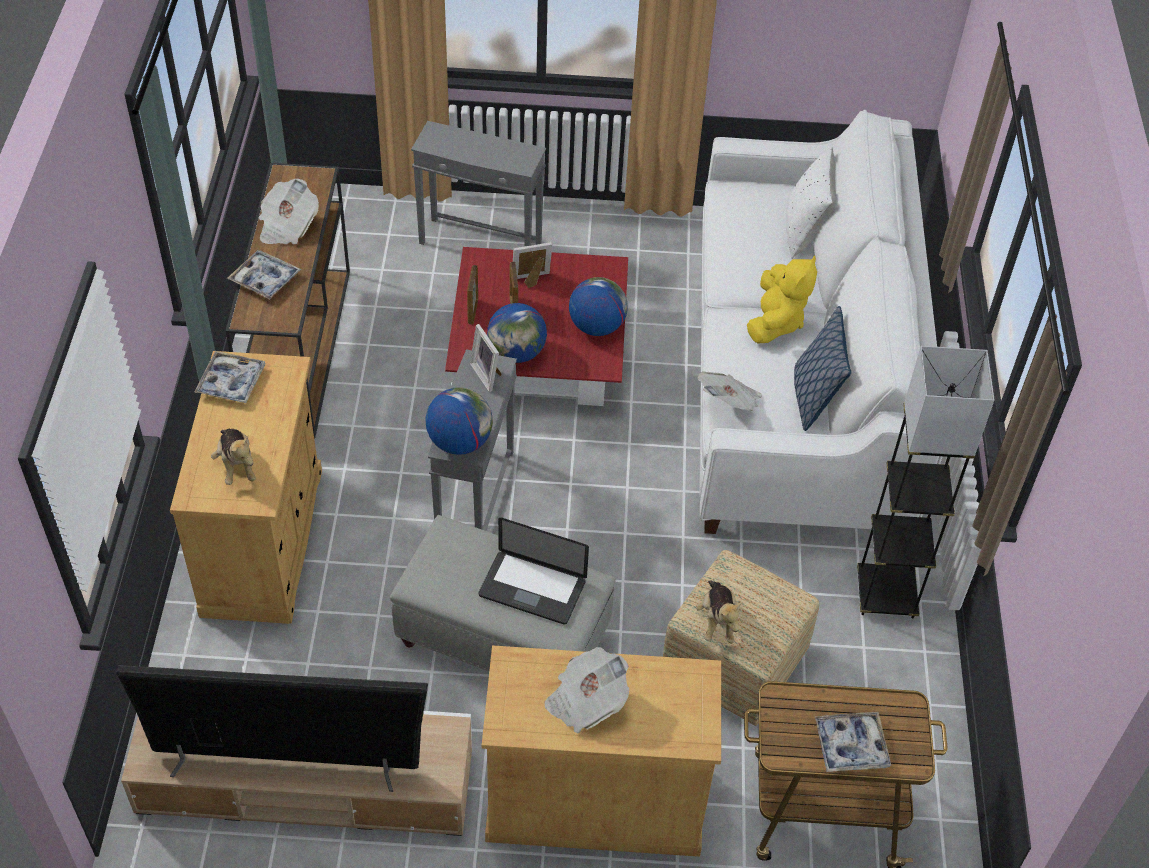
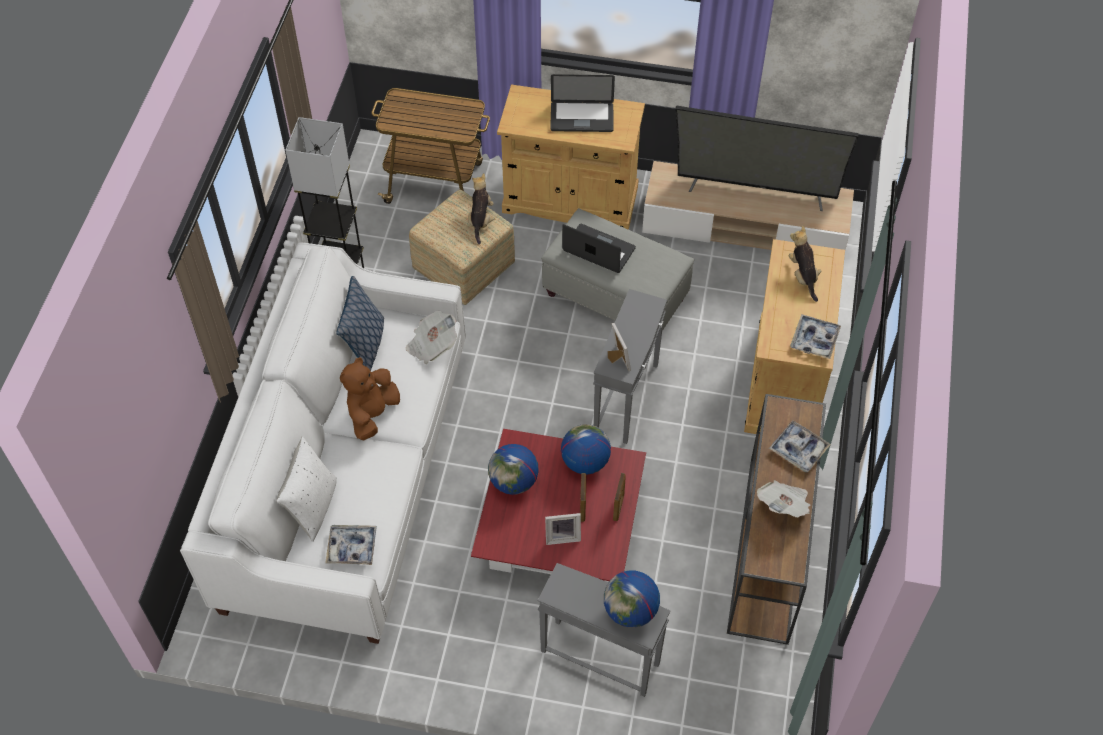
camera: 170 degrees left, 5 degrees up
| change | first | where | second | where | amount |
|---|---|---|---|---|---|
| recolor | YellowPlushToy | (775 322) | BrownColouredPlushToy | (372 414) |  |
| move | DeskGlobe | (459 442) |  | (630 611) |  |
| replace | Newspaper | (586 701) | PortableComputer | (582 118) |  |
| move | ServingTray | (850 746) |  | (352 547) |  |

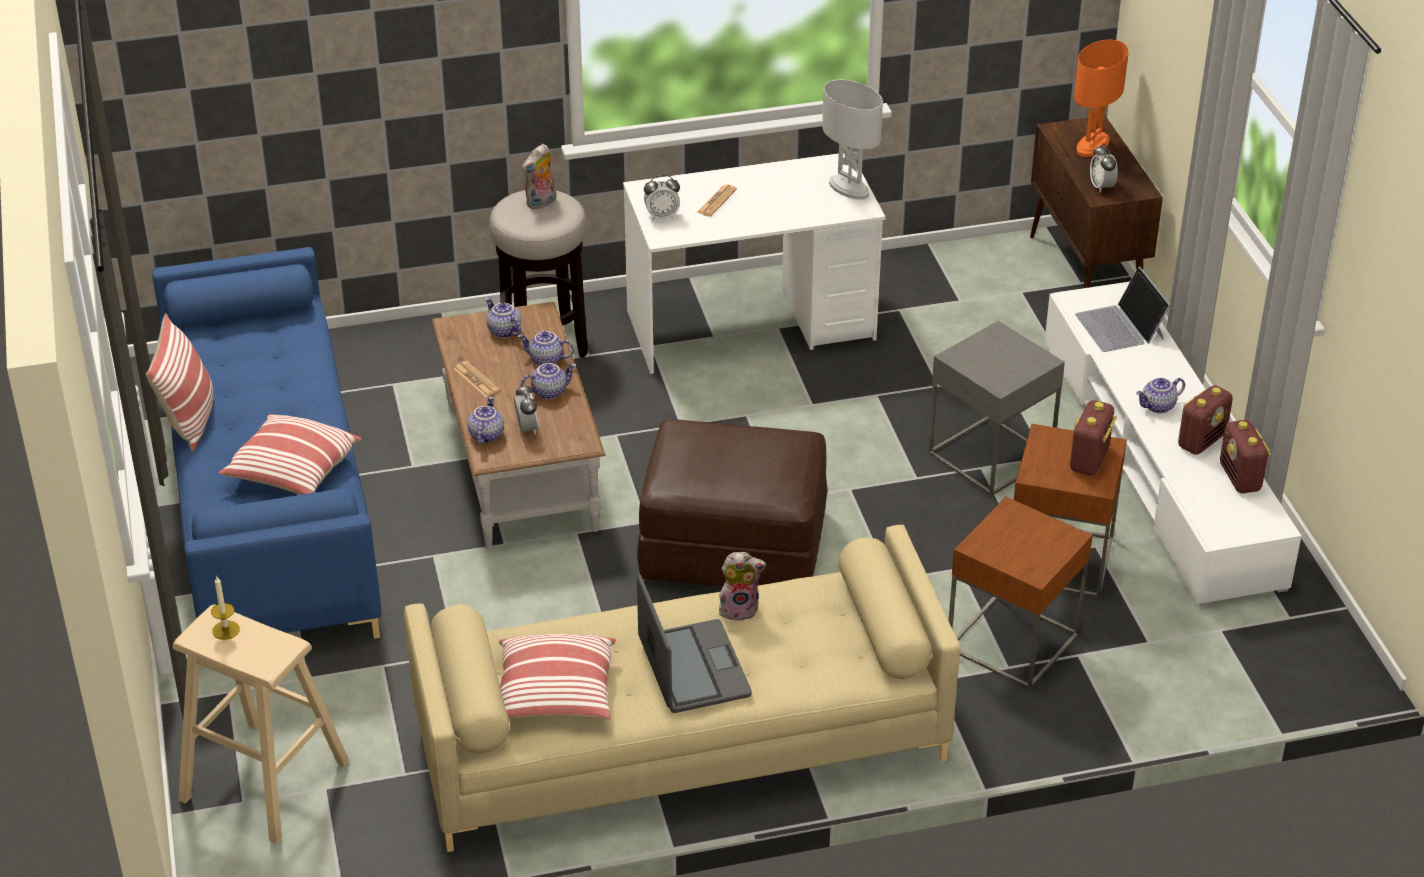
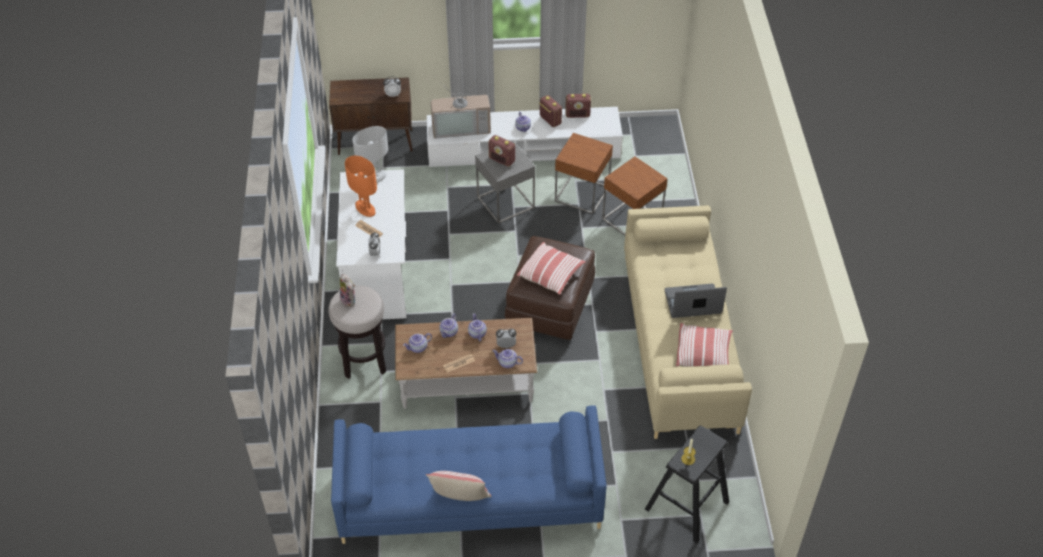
camera: 80 degrees left, 10 degrees up
| change | first | where | second | where | amount |
|---|---|---|---|---|---|
| move | OrangeTabletopLamp | (1093 146) |  | (365 209) |  |
| replace | PortableComputer | (1120 327) | TvSet | (461 127) |  |
| move | RadioSet | (1089 460) |  | (502 160) |  |
| move | Cushion | (292 472) |  | (551 274) |  |
| delete | PlushToy | (739 609) |  |  |  |
| recolor | BeigeStoolSeat | (265 781) | BlackStoolSeat | (687 505) |  |

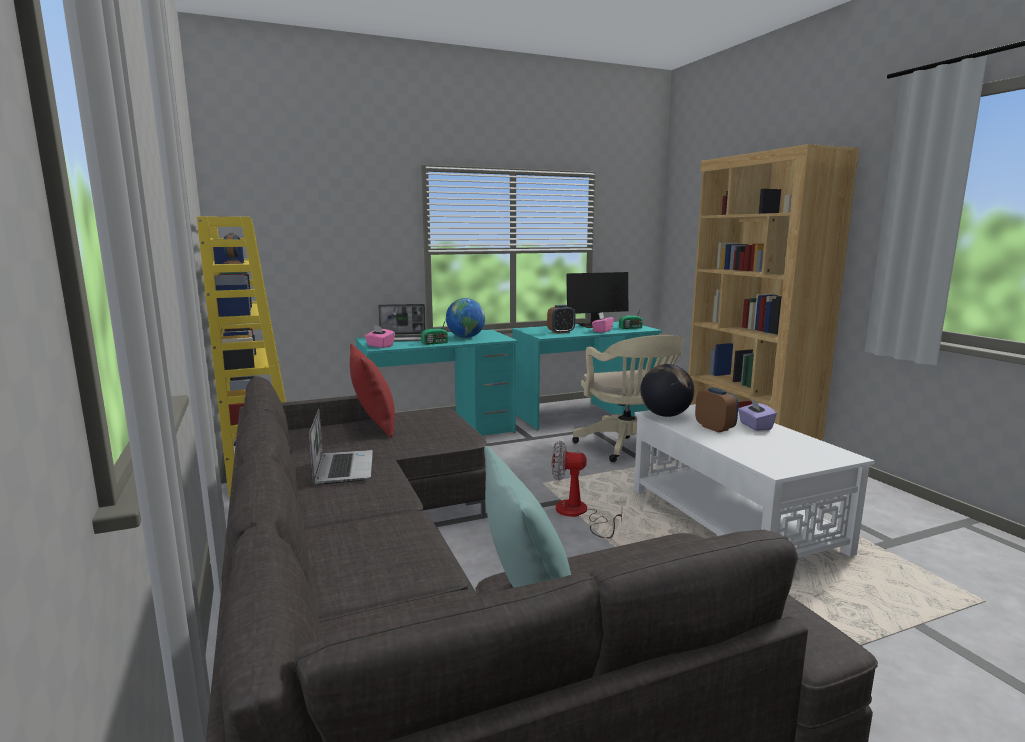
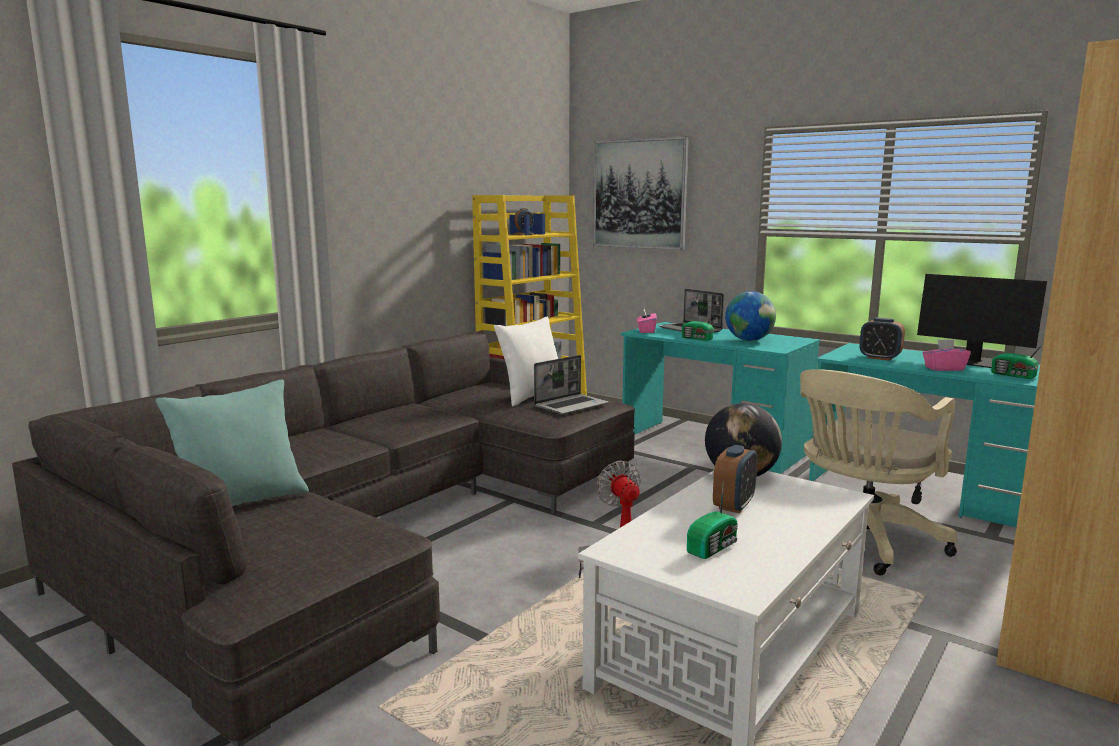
camera: 60 degrees right, 0 degrees up
| change | first | where | second | where | amount |
|---|---|---|---|---|---|
| recolor | RedColouredCushion | (374 426) | WhitishCushion | (532 396) |  |
| delete | PurplishBoxOfTissues | (755 426) |  |  |  |
| move | PortableComputer | (343 468) |  | (571 405) |  |
| insert |  |  | WallArt | (639 194) |  |
| insert |  |  | RadioSet | (714 547) |  |

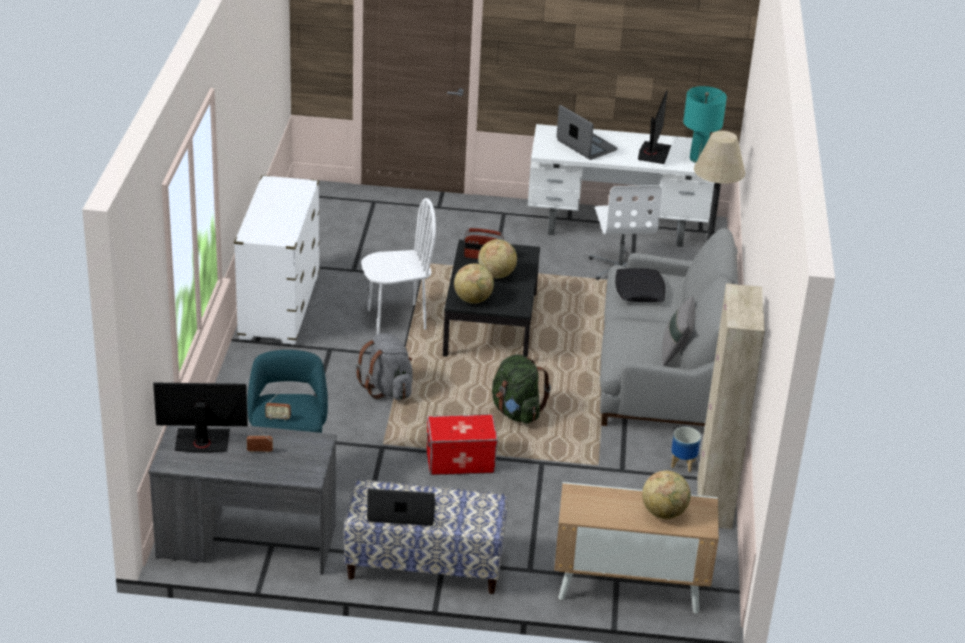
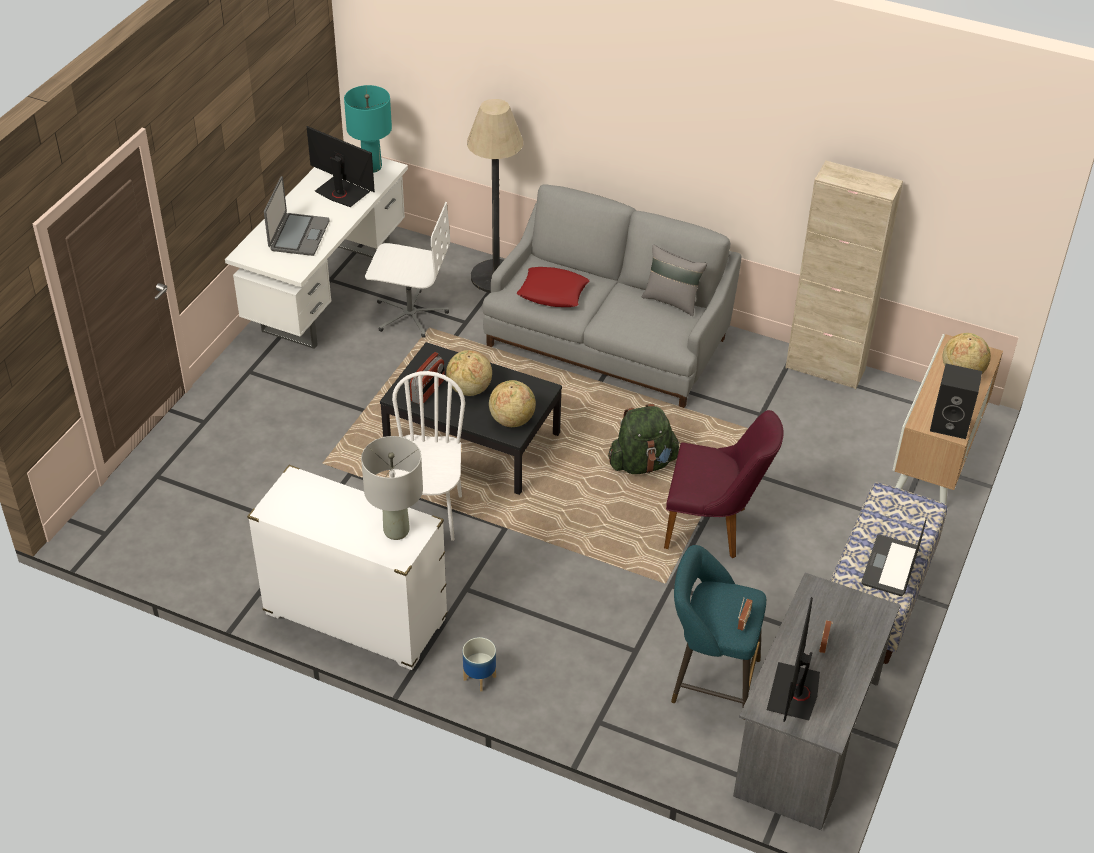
camera: 70 degrees left, 10 degrees up
| change | first | where | second | where | amount |
|---|---|---|---|---|---|
| rotate | PortableComputer | (586 146) |  | (298 235) | 120 degrees clockwise |
| recolor | BlackCushion | (639 291) | RedColouredCushion | (553 292) |  |
| delete | GreyishKnapsack | (388 389) |  |  |  |
| replace | StorageContainer | (460 461) | PurplishPlainChair | (714 528) |  |
| move | Planter | (682 464) |  | (480 678) |  |
| insert |  |  | BlackSpeaker | (951 424) |  |
| insert |  |  | GreyishTabletopLamp | (397 531) |  |

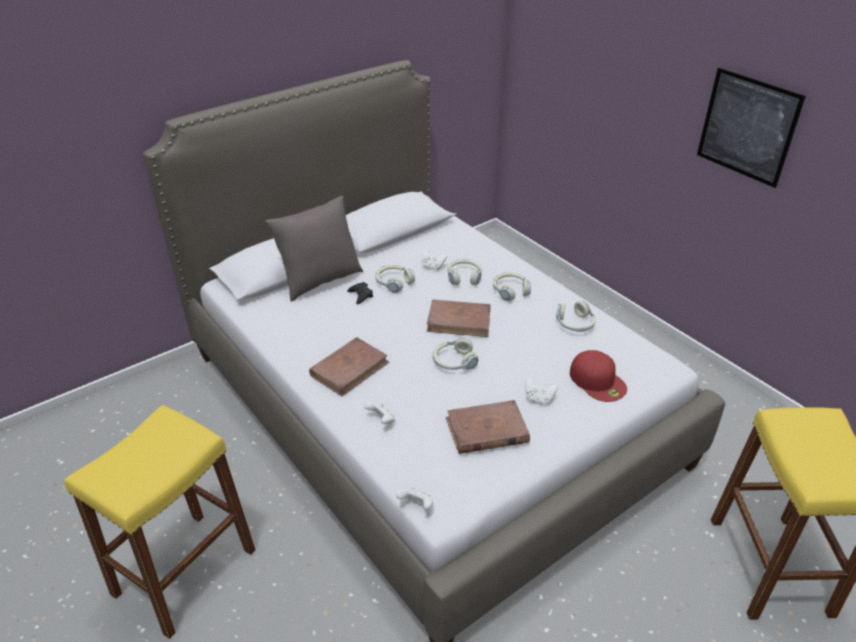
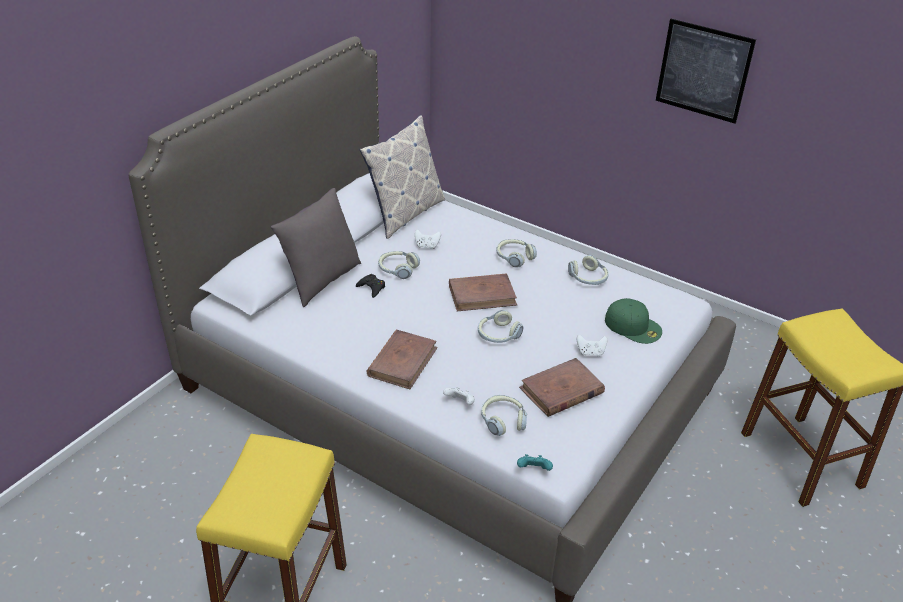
camera: 20 degrees left, 0 degrees up
| change | first | where | second | where | amount |
|---|---|---|---|---|---|
| move | Headset | (464 277) |  | (503 420) |  |
| recolor | RedColouredBaseballCap | (598 381) | GreenColouredBaseballCap | (633 326) |  |
| recolor | WhitishJoypad | (416 505) | TurquoiseColouredJoypad | (533 470) |  |
| insert |  |  | Cushion | (405 214) |  |

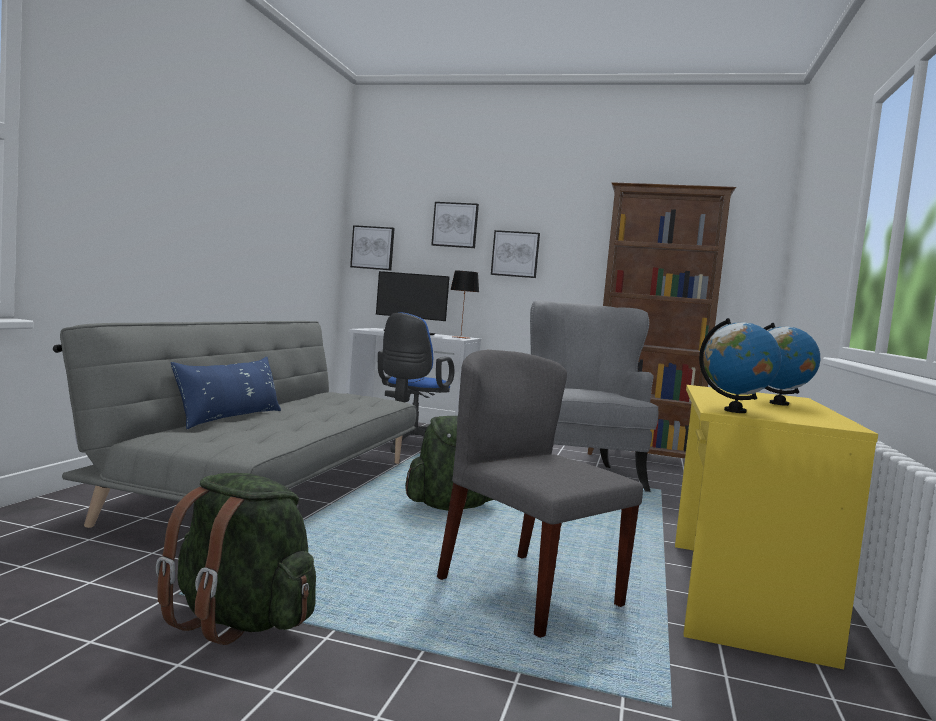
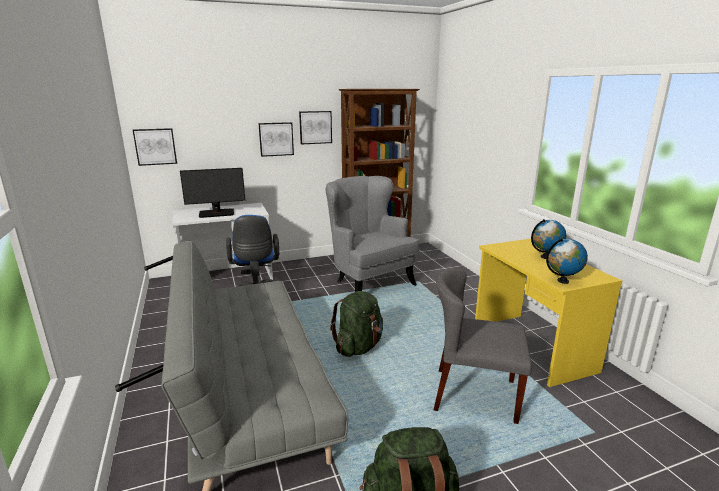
camera: 35 degrees left, 15 degrees up
| change | first | where | second | where | amount |
|---|---|---|---|---|---|
| move | WallArt | (455 225) |  | (315 127) |  |
| delete | TabletopLamp | (460 337) |  |  |  |
| delete | BluishCushion | (230 418) |  |  |  |

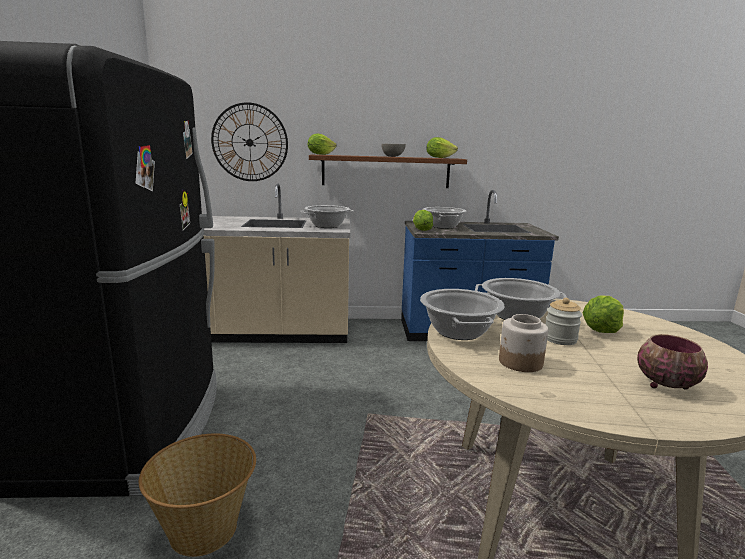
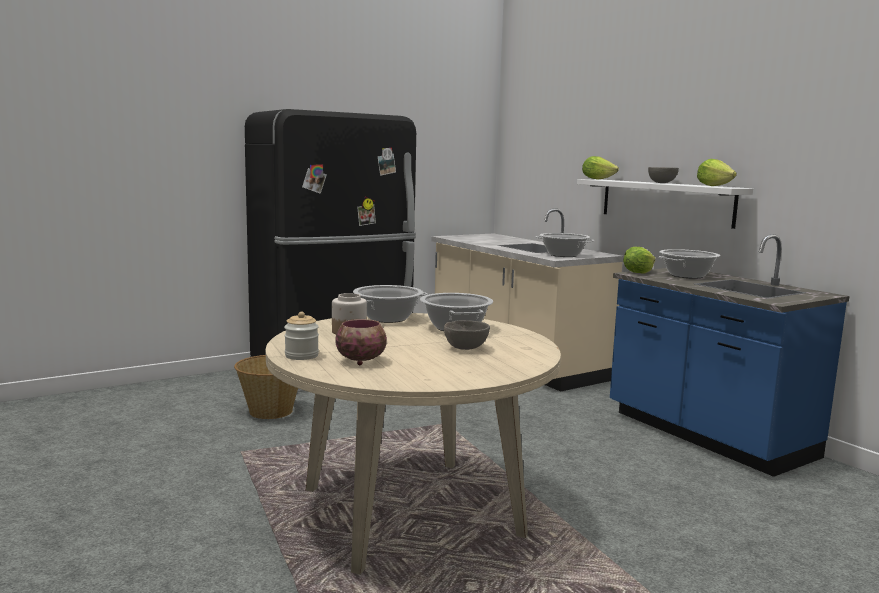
camera: 60 degrees right, 5 degrees down
| change | first | where | second | where | amount |
|---|---|---|---|---|---|
| delete | HangingClock | (250 142) |  |  |  |
| recolor | BrownColouredWallShelf | (386 171) | WhitishWallShelf | (665 202) |  |
| replace | LettuceHead | (601 330) | GreyishDeepDish | (465 348) |  |
| move | StorageJar | (560 339) |  | (301 356) |  |

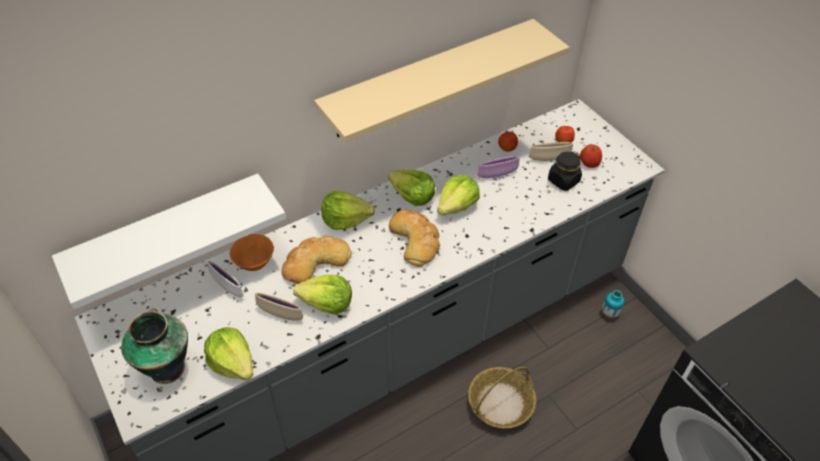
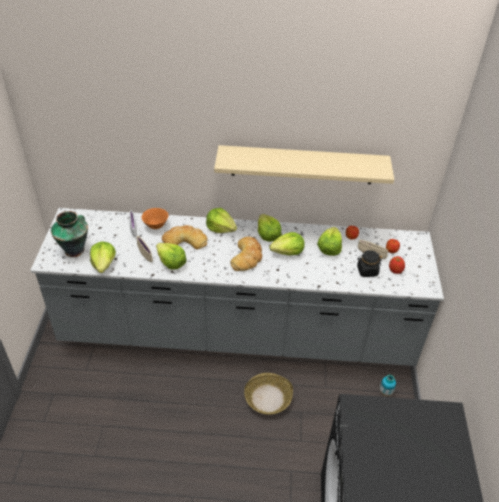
camera: 35 degrees right, 5 degrees down
| change | first | where | second | where | amount |
|---|---|---|---|---|---|
| replace | PurplishDeepDish | (497 175) | LettuceHead | (329 248) |  |
| delete | WhitishWallShelf | (167 231) |  |  |  |

